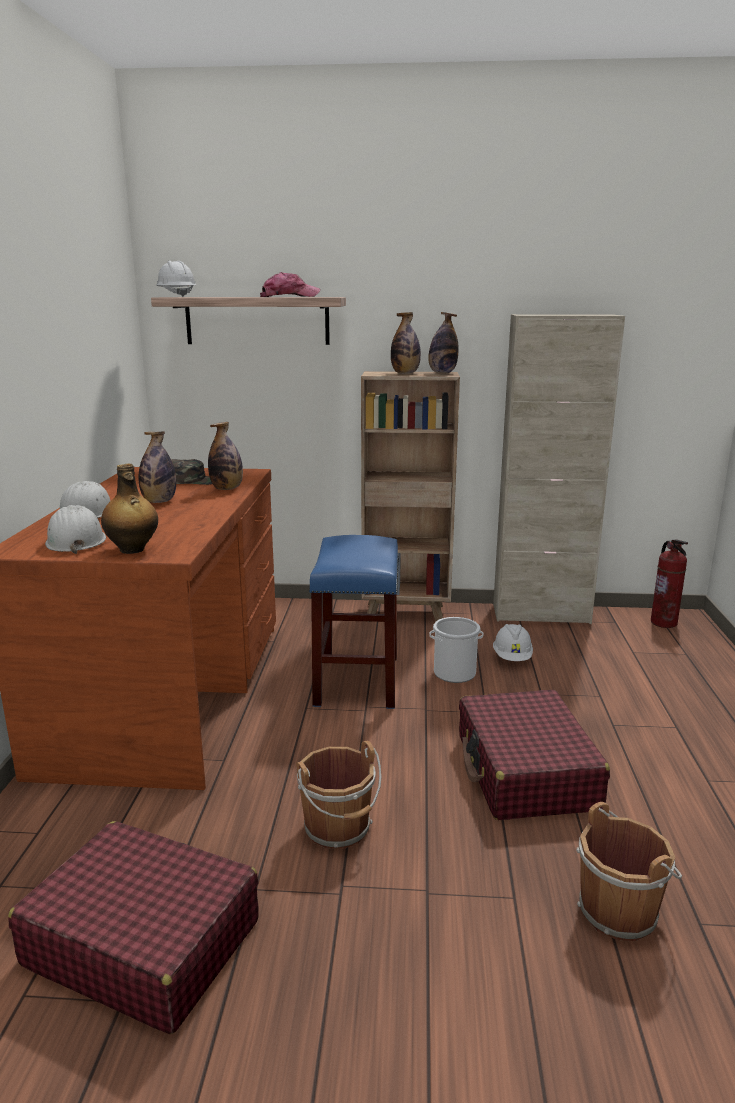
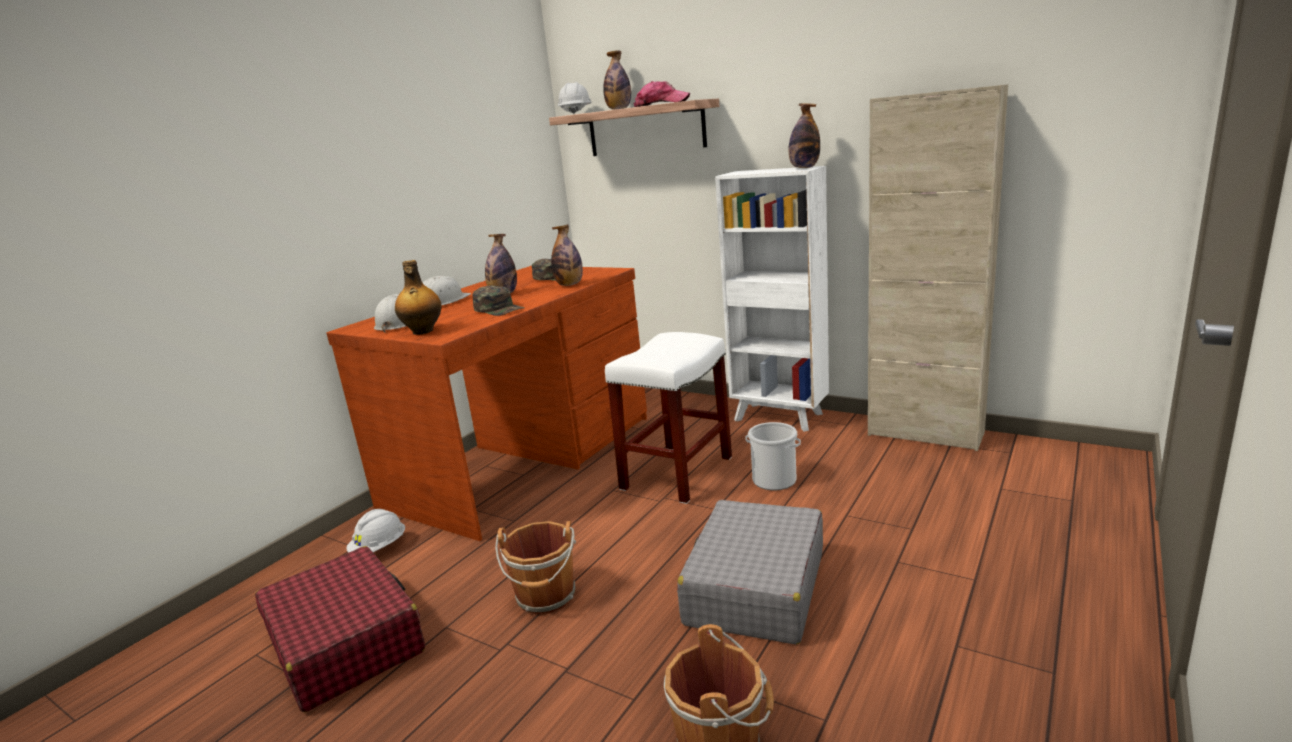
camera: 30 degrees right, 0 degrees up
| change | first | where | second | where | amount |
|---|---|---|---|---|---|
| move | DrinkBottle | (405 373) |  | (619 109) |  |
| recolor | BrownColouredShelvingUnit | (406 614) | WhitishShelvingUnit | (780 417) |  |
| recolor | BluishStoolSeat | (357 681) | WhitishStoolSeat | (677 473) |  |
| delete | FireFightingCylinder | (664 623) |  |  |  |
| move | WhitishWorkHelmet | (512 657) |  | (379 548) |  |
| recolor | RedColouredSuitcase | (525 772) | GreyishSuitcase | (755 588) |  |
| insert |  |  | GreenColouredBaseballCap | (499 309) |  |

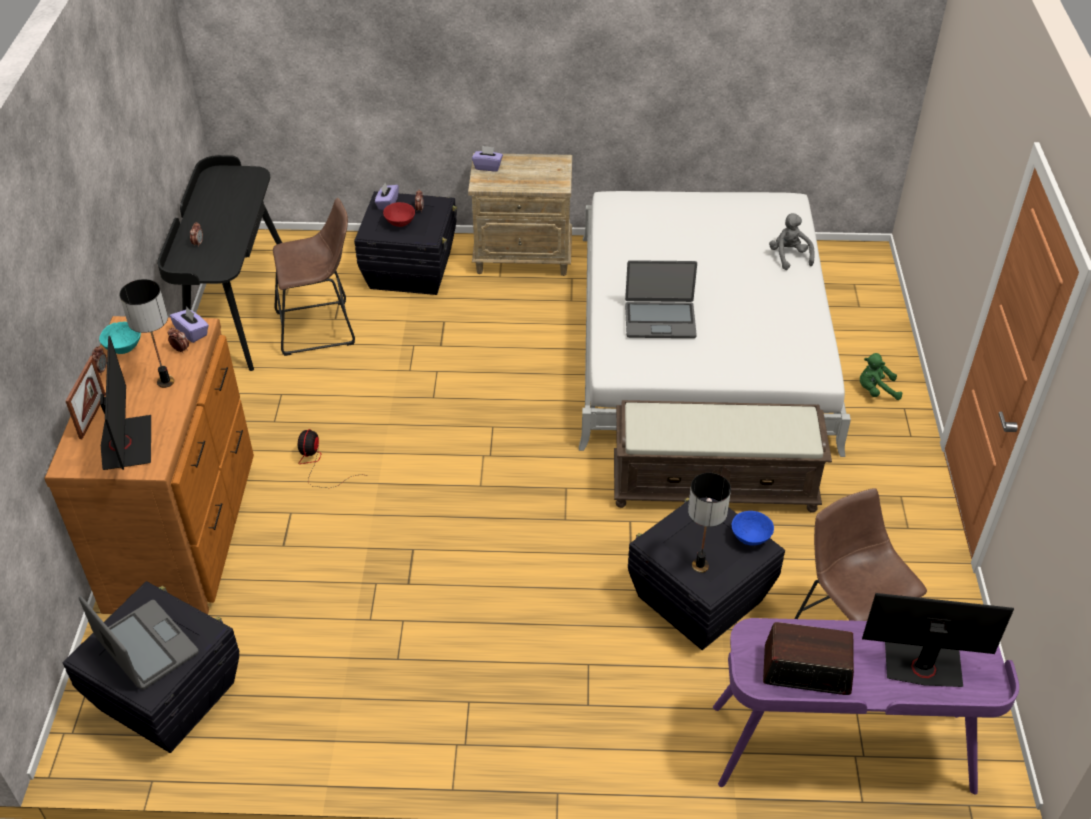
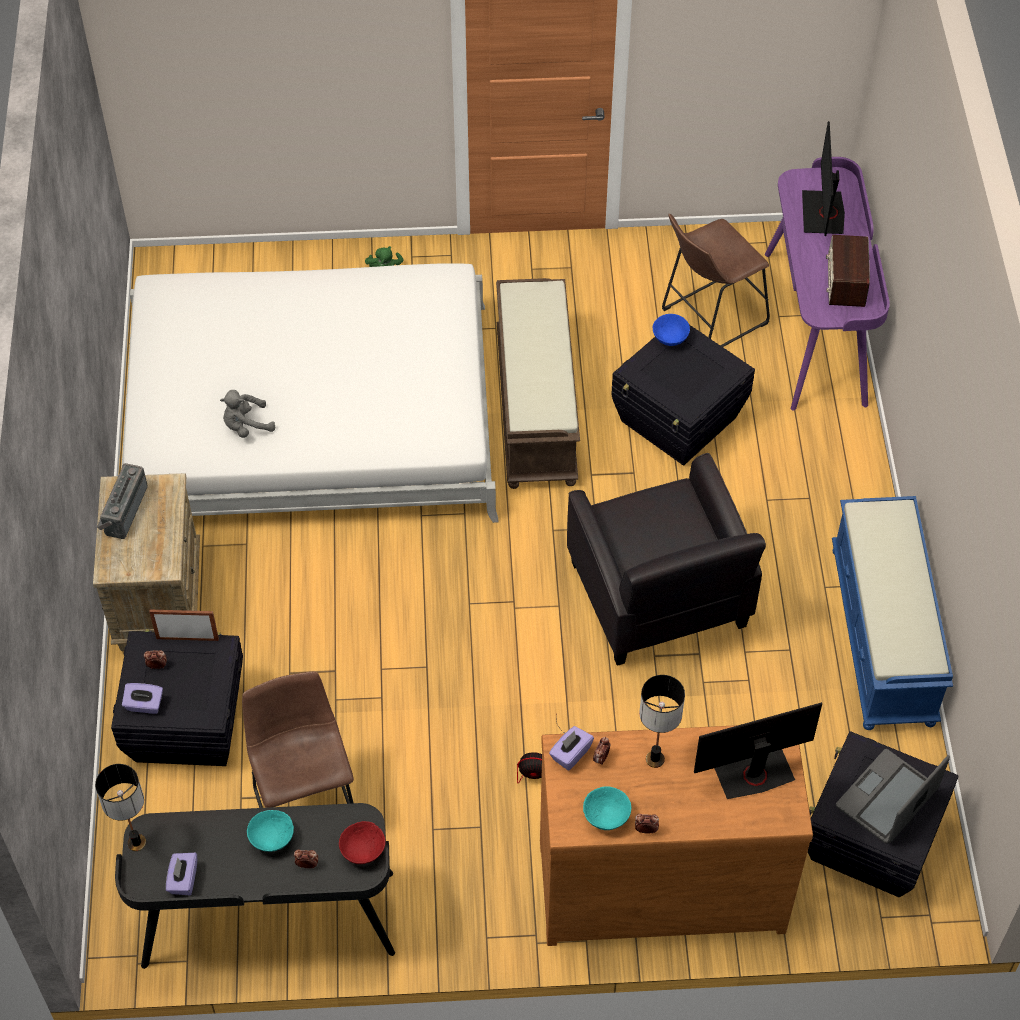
camera: 95 degrees left, 10 degrees up
| change | first | where | second | where | amount |
|---|---|---|---|---|---|
| move | PurplishBoxOfTissues | (488 167) |  | (183 880) |  |
| move | RedColouredDeepDish | (399 223) |  | (363 852) |  |
| move | GreyishPlushToy | (789 256) |  | (246 426) |  |
| delete | PortableComputer | (660 320) |  |  |  |
| move | PictureFrame | (92 416) |  | (187 638) |  |
| move | TabletopLamp | (700 565) |  | (136 842) |  |
| insert |  |  | BlackEasyChair | (658 596) |  |
| insert |  |  | RadioSet | (123 510) |  |
| insert |  |  | BluishLongSeat | (884 636) |  |
| insert |  |  | TurquoiseColouredDeepDish | (272 840) |  |

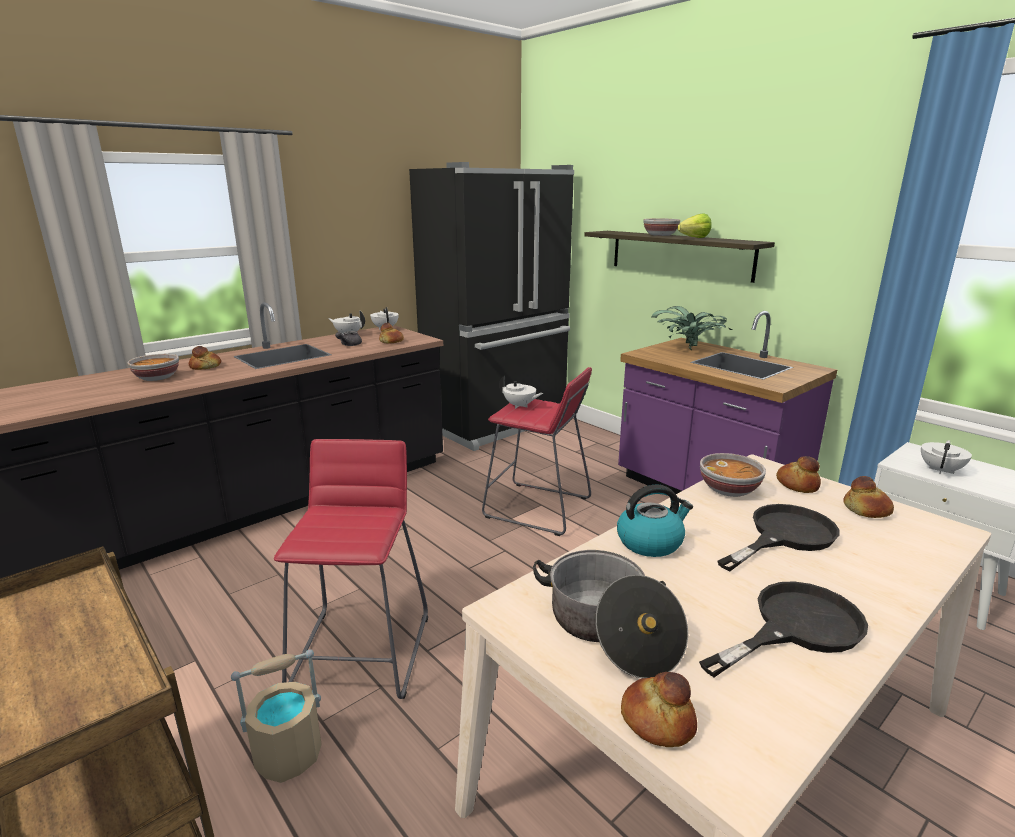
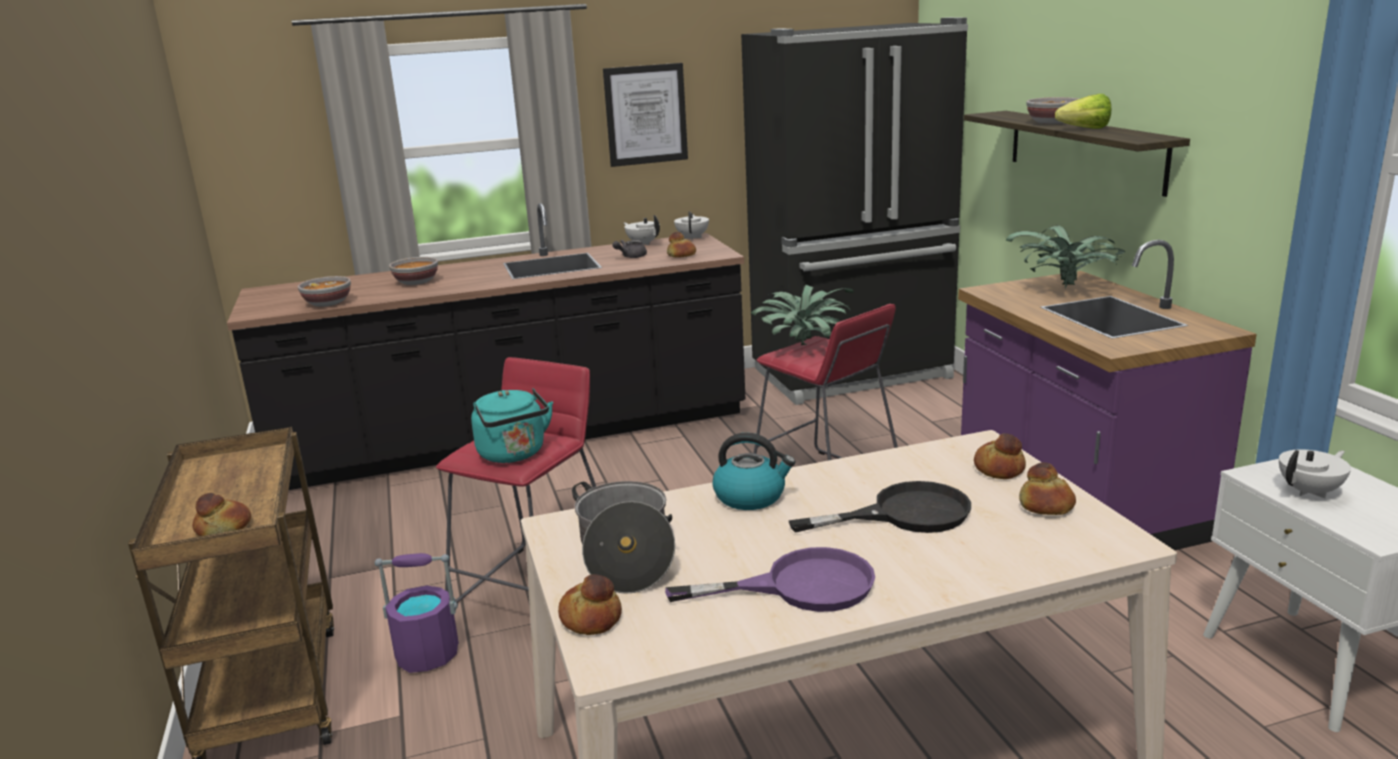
camera: 25 degrees right, 0 degrees up
| change | first | where | second | where | amount |
|---|---|---|---|---|---|
| move | Bread | (206 367) |  | (224 529) |  |
| replace | WhitishPotForTea | (519 406) | PlantInAPot | (804 347) |  |
| move | DeepDish | (729 490) |  | (328 303) |  |
| recolor | BlackPan | (795 627) | PurplishPan | (800 586) |  |
| recolor | BeigeWaterBucket | (289 754) | PurplishWaterBucket | (428 655) |  |
| insert |  |  | WallArt | (645 114) |  |
| insert |  |  | TurquoiseColouredKettle | (514 454) |  |

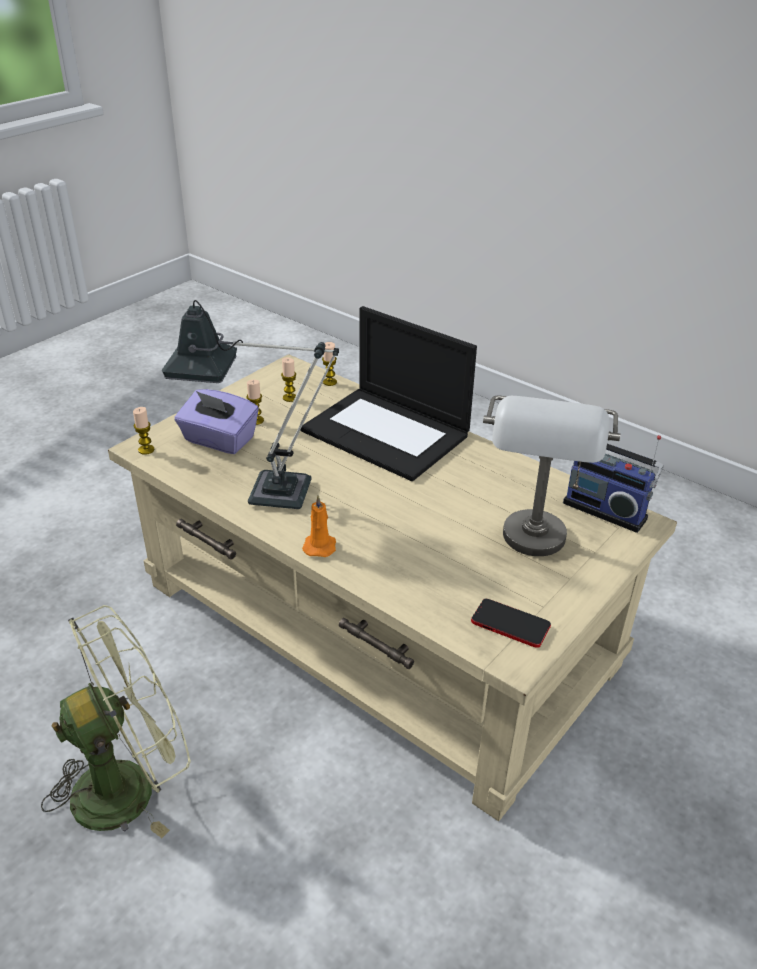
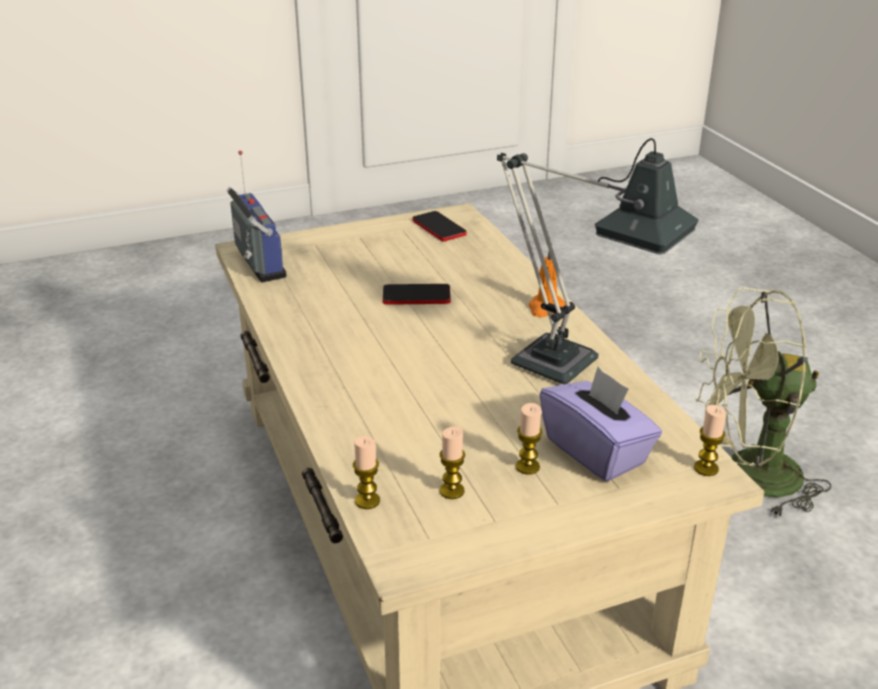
camera: 150 degrees left, 5 degrees down
| change | first | where | second | where | amount |
|---|---|---|---|---|---|
| delete | PortableComputer | (388 433) |  |  |  |
| delete | GreyishTabletopLamp | (534 550) |  |  |  |
| insert |  |  | Handset | (416 296) |  |

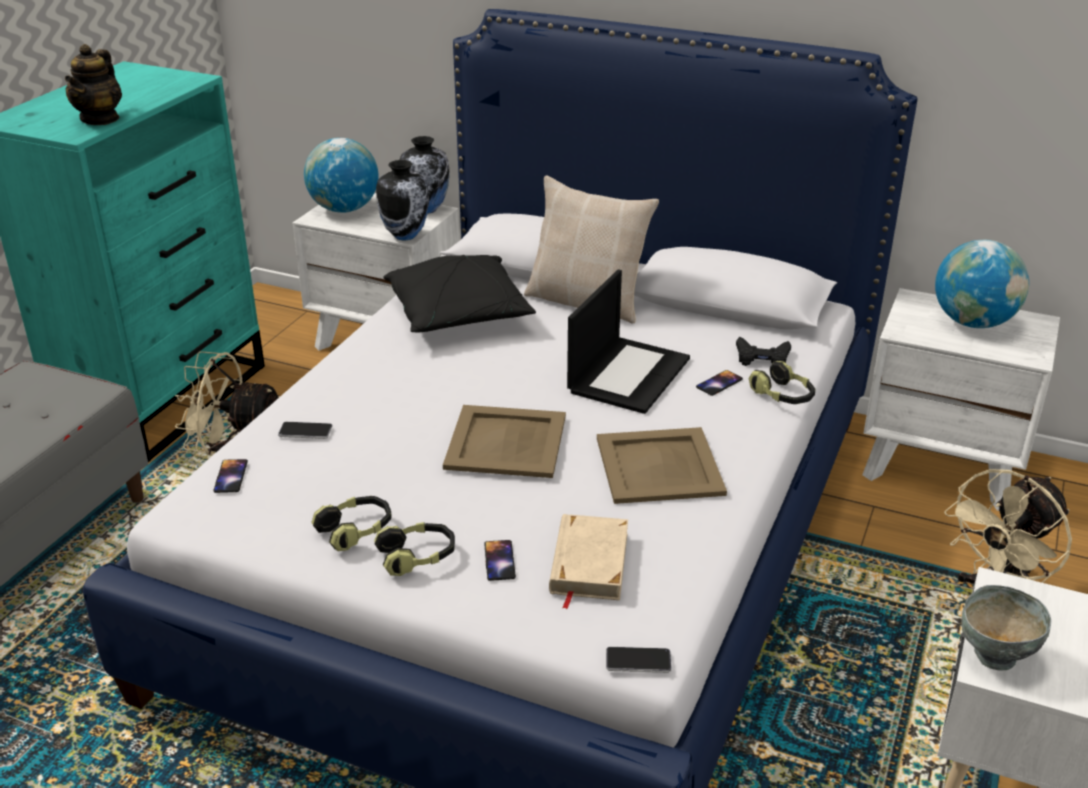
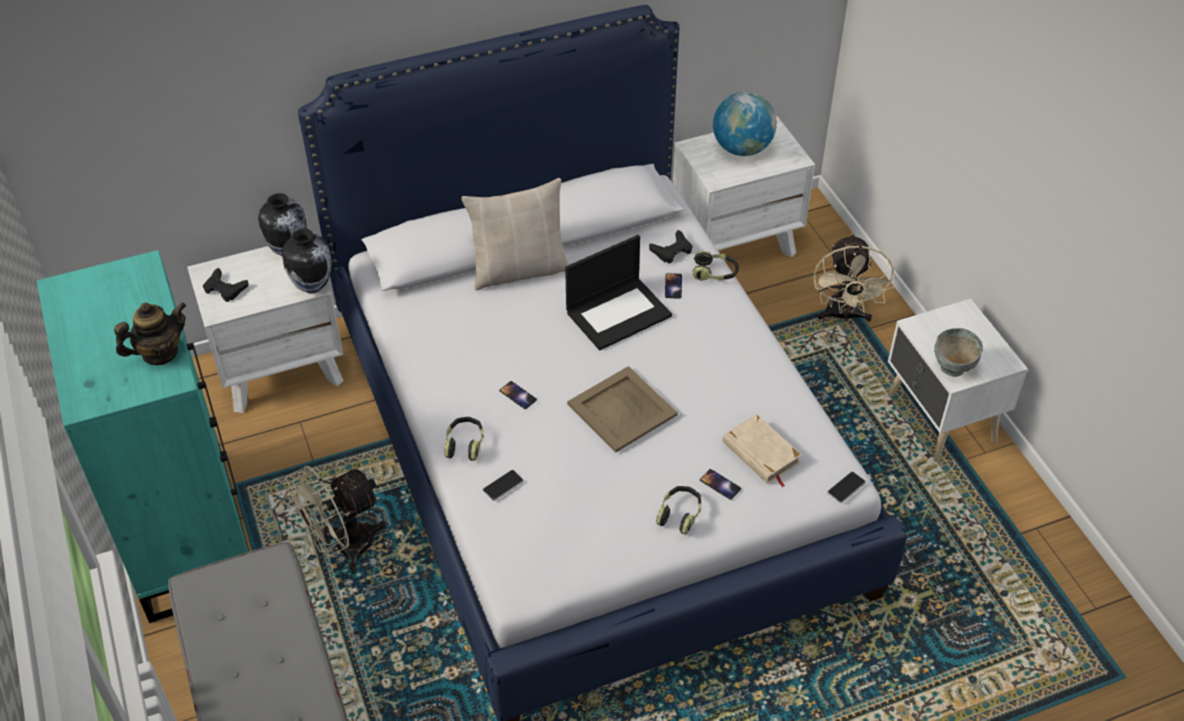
camera: 45 degrees left, 15 degrees up
| change | first | where | second | where | amount |
|---|---|---|---|---|---|
| rotate | PotForTea | (100 119) |  | (160 353) | 90 degrees counterclockwise |
| replace | DeskGlobe | (344 209) | BlackJoypad | (225 289) |  |
| delete | BlackCushion | (459 315) |  |  |  |
| rotate | PortableComputer | (628 374) |  | (619 313) | 75 degrees clockwise |
| delete | BeigeServingTray | (658 465) |  |  |  |
| move | Handset | (230 476) |  | (518 395) |  |
| move | Headset | (356 531) |  | (464 444) |  |

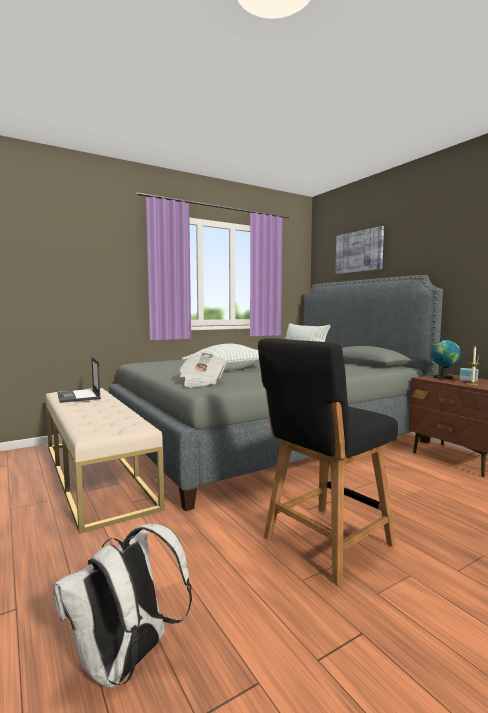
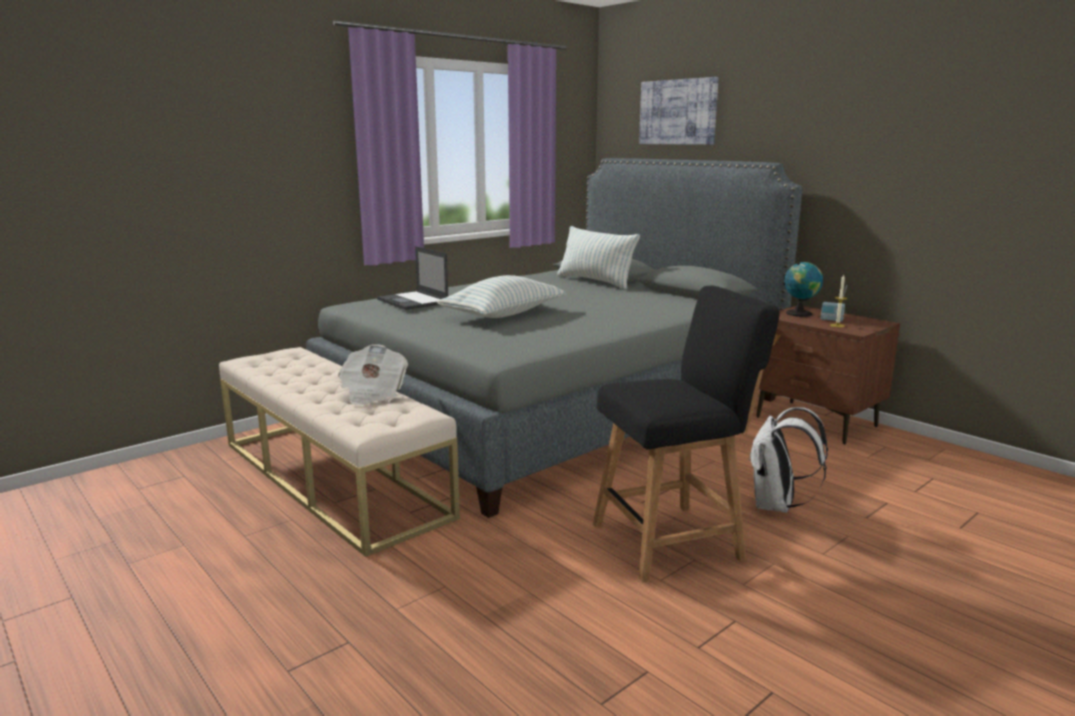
camera: 10 degrees left, 10 degrees up
| change | first | where | second | where | amount |
|---|---|---|---|---|---|
| rotate | BlackPlainChair | (324 544) |  | (673 540) | 150 degrees counterclockwise |
| move | Newspaper | (201 383) |  | (373 393) |  |
| move | PortableComputer | (78 396) |  | (413 301) |  |
| move | WhitishKnapsack | (126 664) |  | (777 506) |  |

